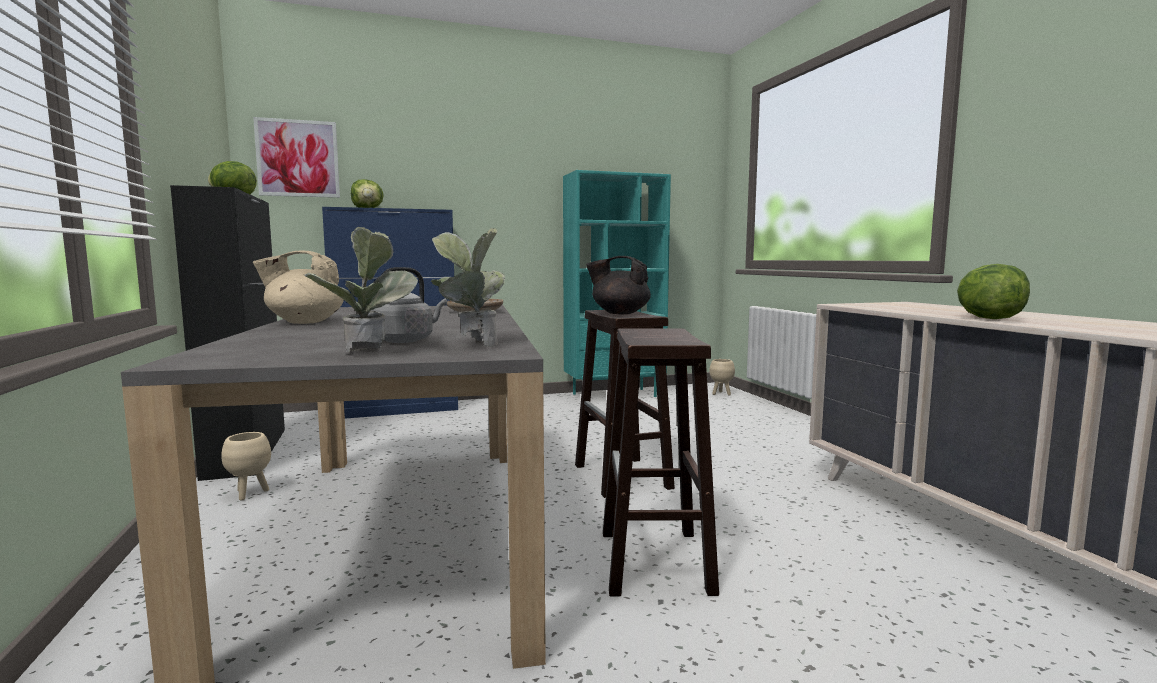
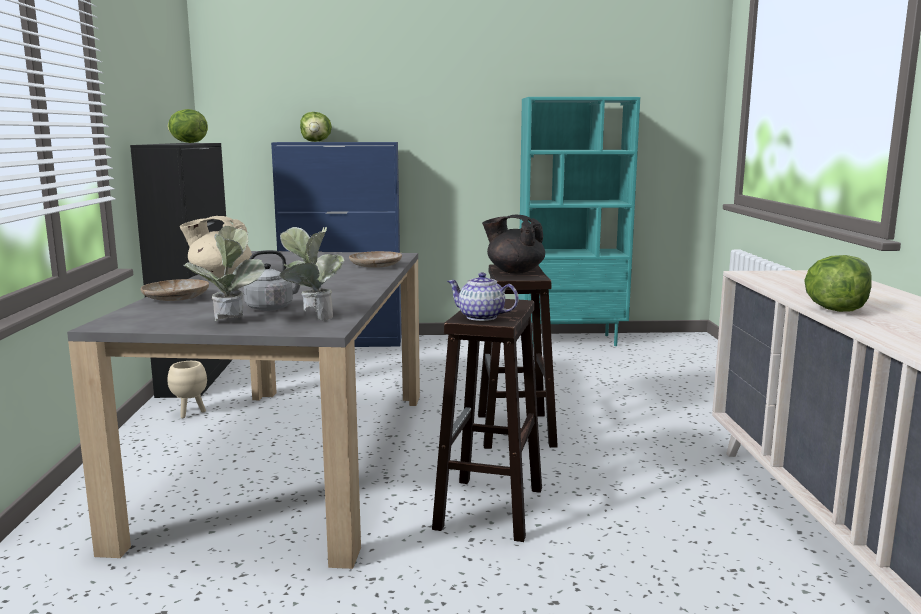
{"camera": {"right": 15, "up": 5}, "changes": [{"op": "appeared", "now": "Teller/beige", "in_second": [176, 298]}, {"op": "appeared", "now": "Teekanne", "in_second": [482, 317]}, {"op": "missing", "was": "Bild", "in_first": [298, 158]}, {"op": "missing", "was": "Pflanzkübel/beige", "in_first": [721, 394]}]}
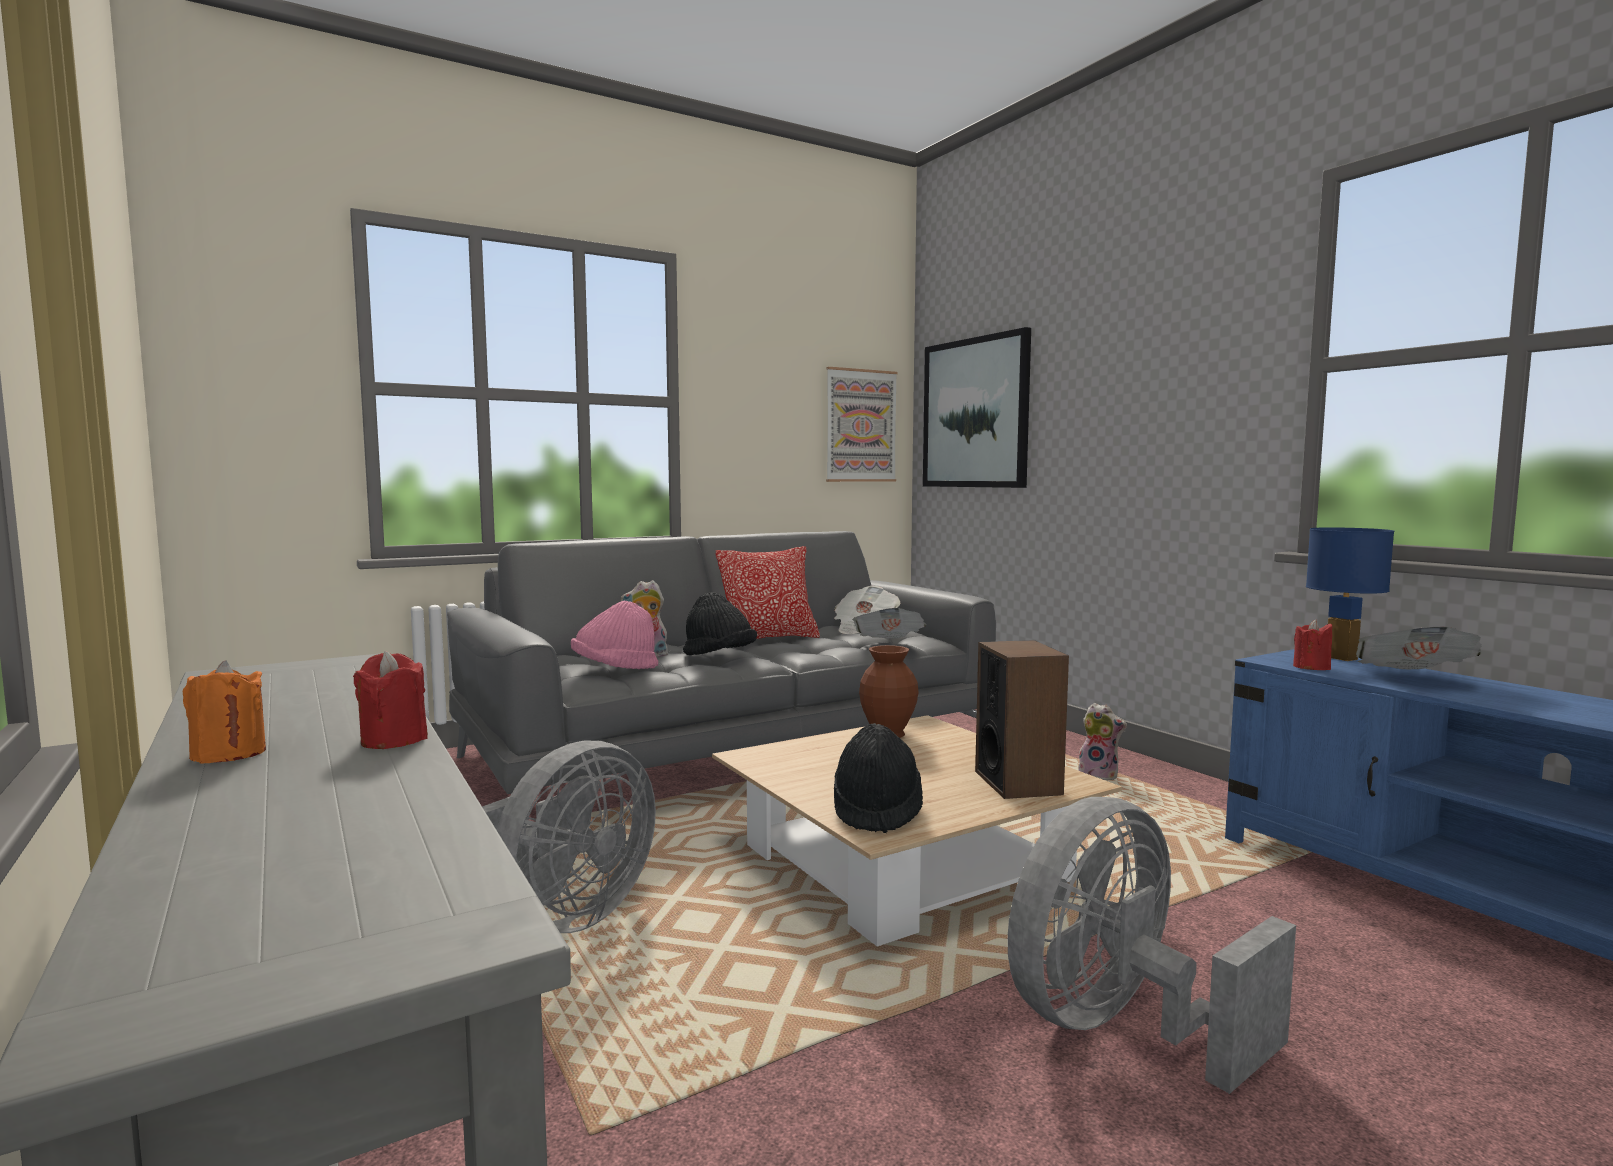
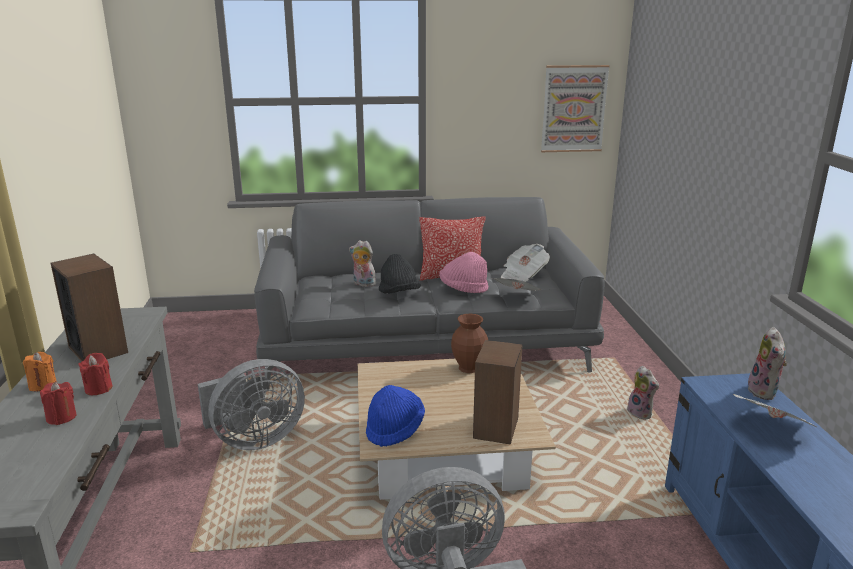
{"camera": {"right": 25, "up": 15}, "changes": [{"op": "relocated", "was": "Kerze/rot", "in_first": [1311, 667], "in_second": [61, 417]}, {"op": "appeared", "now": "Lautsprecher", "in_second": [98, 349]}, {"op": "colour", "was": "Hut/schwarz", "now": "Hut/blau", "in_first": [876, 811], "in_second": [394, 429]}, {"op": "relocated", "was": "Hut/rosa", "in_first": [615, 669], "in_second": [463, 289]}, {"op": "exchanged", "was": "Tischlampe/blau", "now": "Plüschtier", "in_first": [1340, 658], "in_second": [765, 392]}, {"op": "missing", "was": "Bild", "in_first": [975, 413]}]}
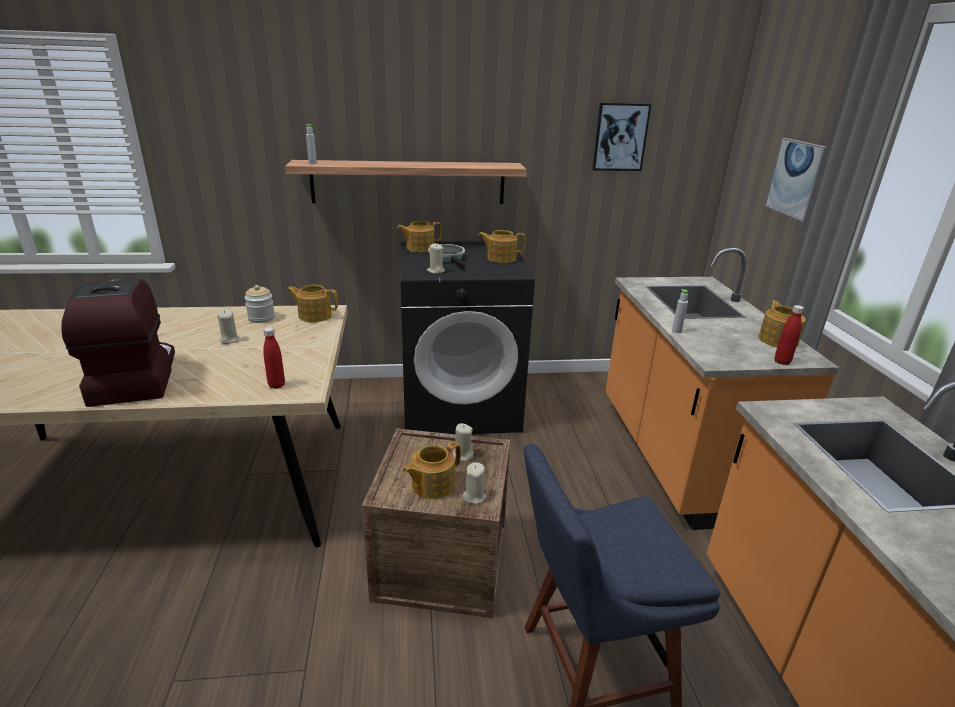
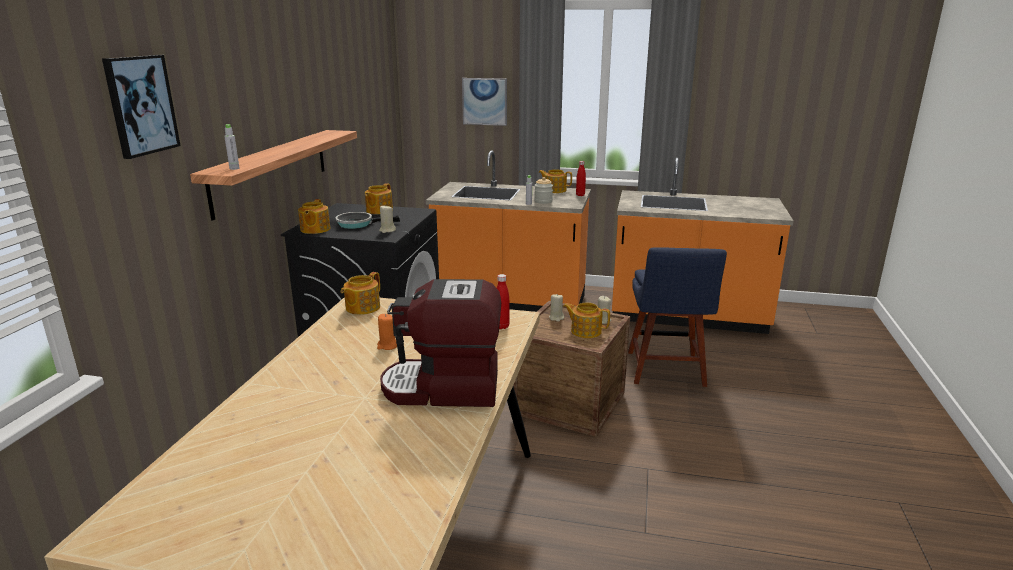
{"camera": {"right": -70, "up": -5}, "changes": [{"op": "relocated", "was": "Bild", "in_first": [620, 137], "in_second": [140, 105]}, {"op": "colour", "was": "Kerze/beige", "now": "Kerze/orange", "in_first": [229, 340], "in_second": [387, 346]}, {"op": "relocated", "was": "Vorratsglas", "in_first": [261, 318], "in_second": [543, 201]}, {"op": "spun", "was": "Teekanne", "in_first": [432, 485], "in_second": [585, 331], "clockwise": 135}]}
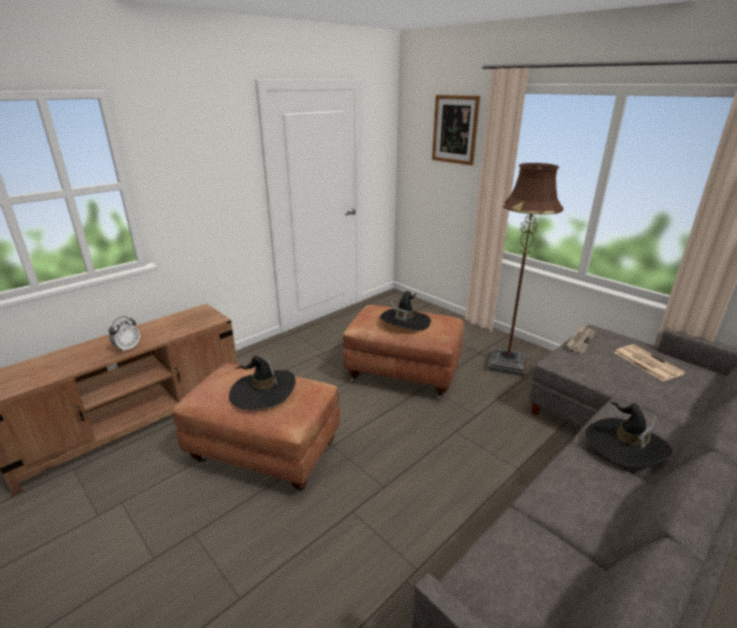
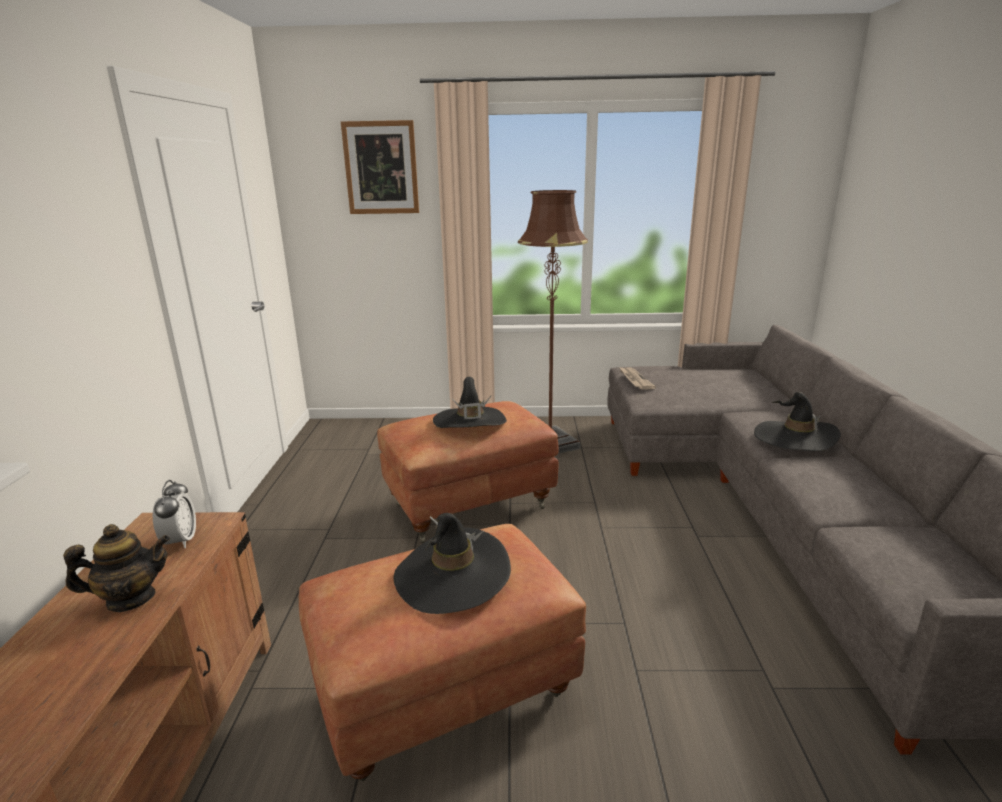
{"camera": {"right": -45, "up": -5}, "changes": [{"op": "appeared", "now": "Teekanne", "in_second": [131, 599]}, {"op": "relocated", "was": "Wecker", "in_first": [128, 348], "in_second": [180, 541]}, {"op": "missing", "was": "Zeitung", "in_first": [646, 362]}]}
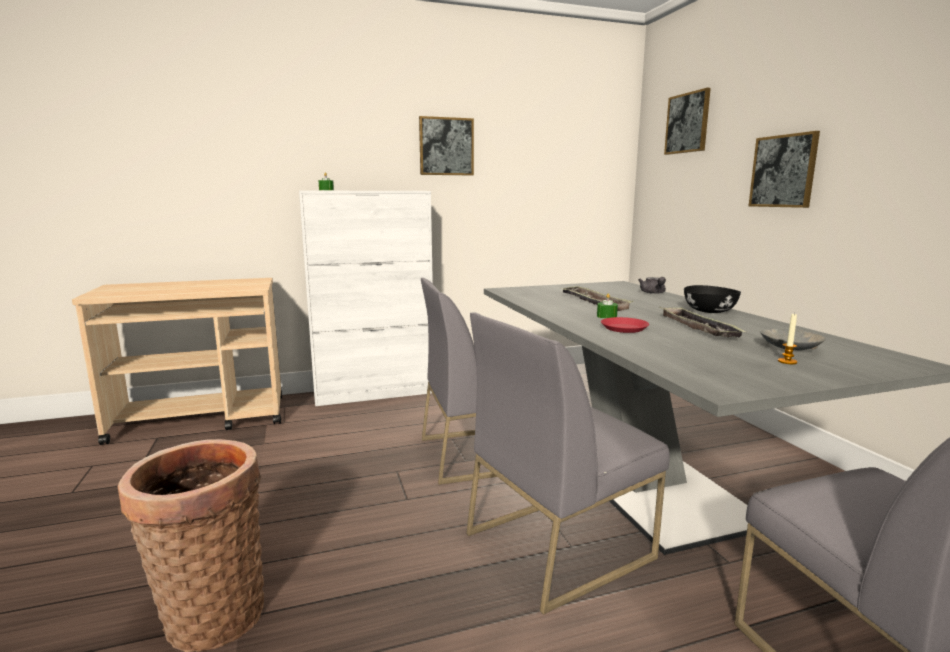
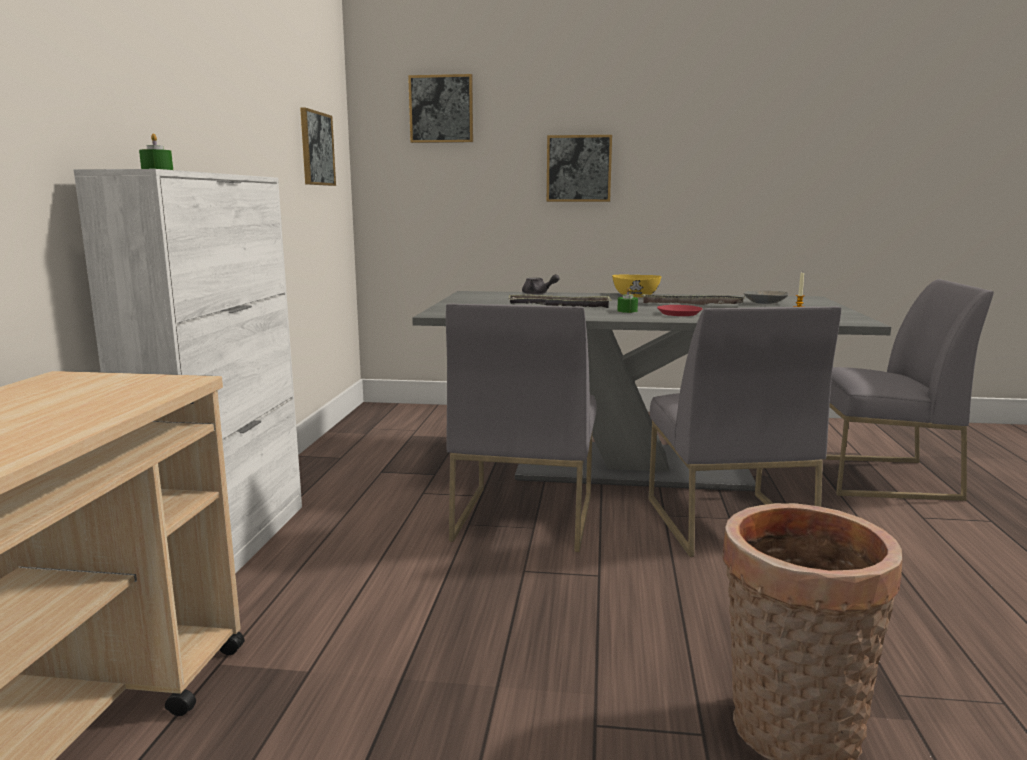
{"camera": {"right": -65, "up": 0}, "changes": [{"op": "relocated", "was": "Bild", "in_first": [446, 146], "in_second": [316, 148]}, {"op": "colour", "was": "Schüssel/schwarz", "now": "Schüssel/gelb", "in_first": [708, 311], "in_second": [635, 296]}]}
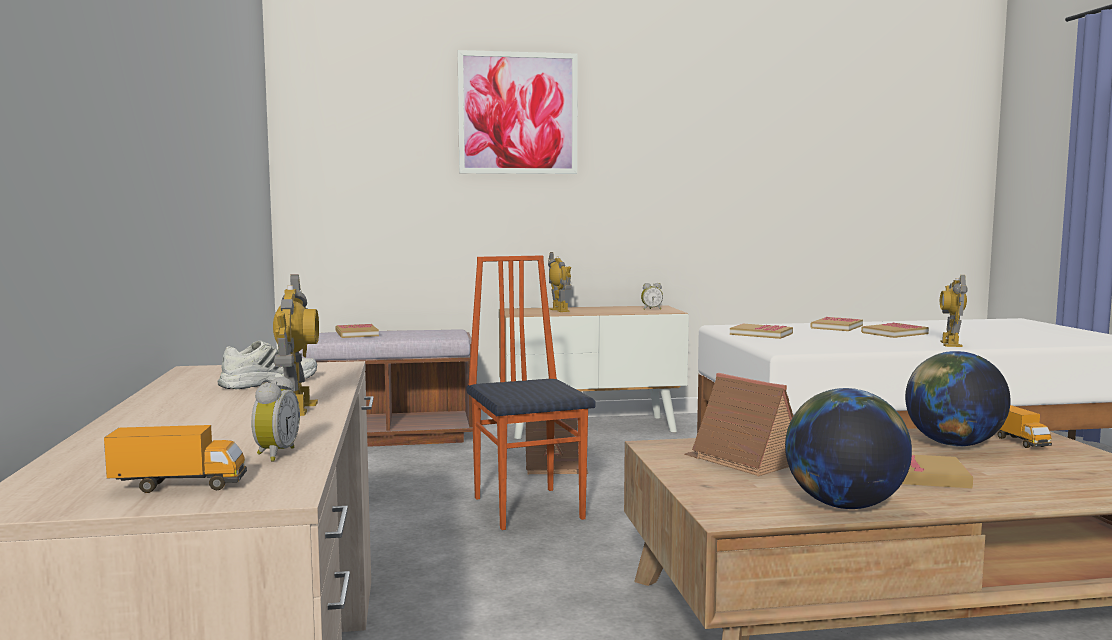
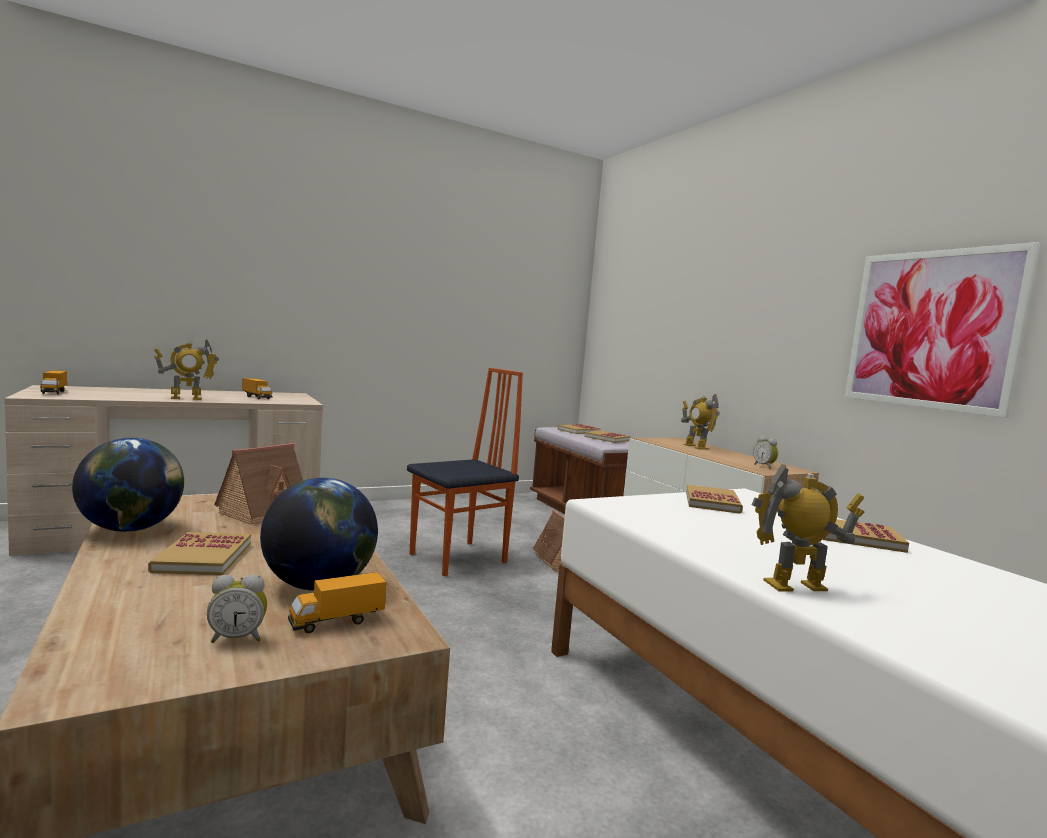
{"camera": {"right": 70, "up": 0}, "changes": [{"op": "relocated", "was": "Wecker", "in_first": [274, 454], "in_second": [237, 638]}, {"op": "exchanged", "was": "Schuh/weiß", "now": "Spielzeuglaster", "in_first": [268, 382], "in_second": [257, 397]}, {"op": "relocated", "was": "Buch", "in_first": [894, 333], "in_second": [607, 438]}, {"op": "spun", "was": "Spielzeugroboter", "in_first": [559, 310], "in_second": [695, 447], "clockwise": 105}, {"op": "relocated", "was": "Bild", "in_first": [518, 113], "in_second": [931, 329]}]}
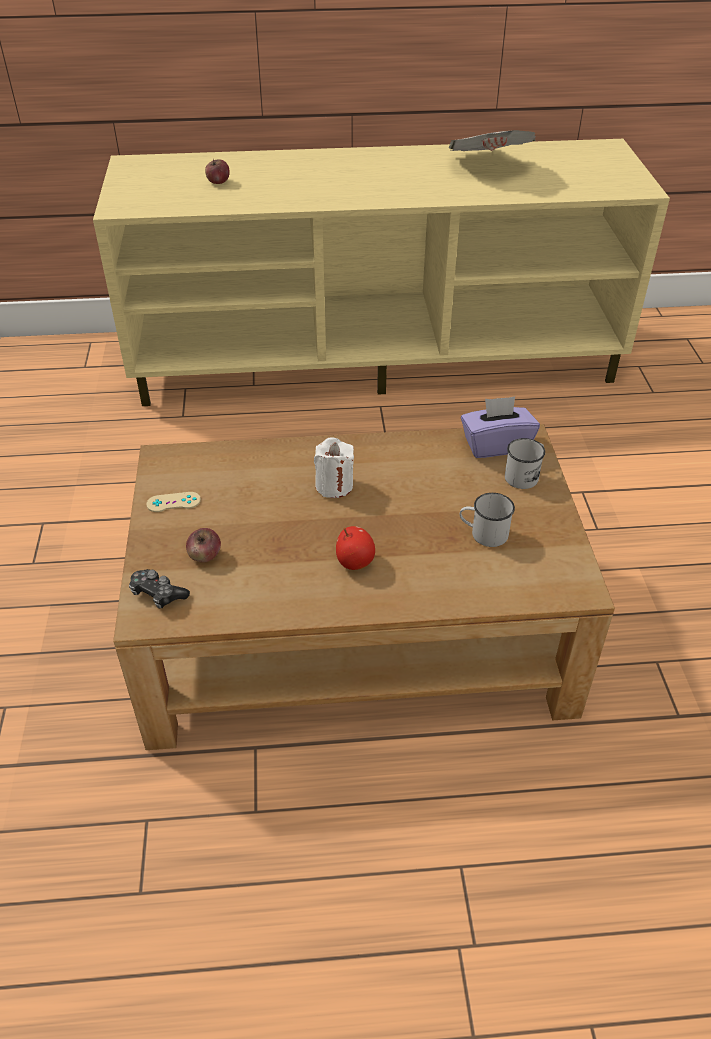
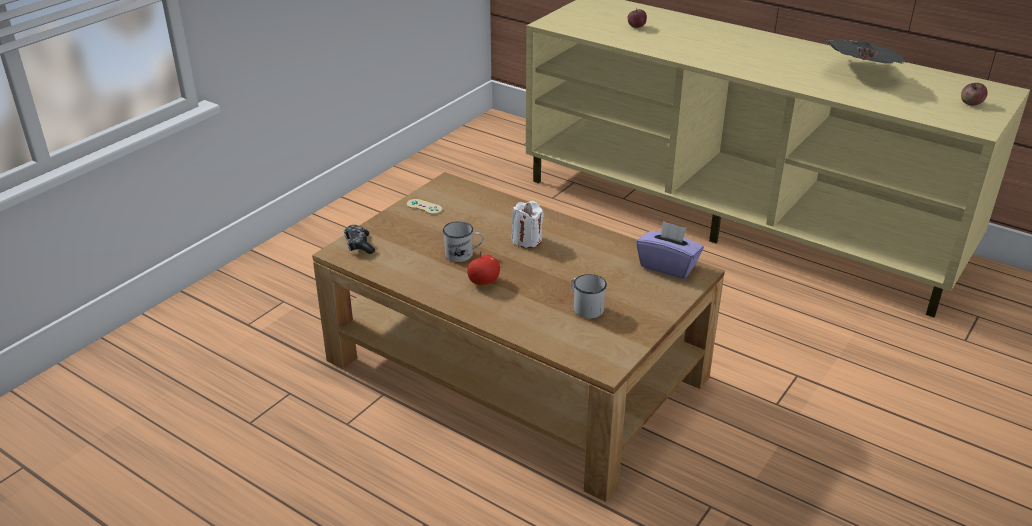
{"camera": {"right": 40, "up": -10}, "changes": [{"op": "relocated", "was": "Henkelbecher/weiß", "in_first": [525, 475], "in_second": [463, 254]}, {"op": "relocated", "was": "Apfel", "in_first": [205, 556], "in_second": [971, 103]}]}
